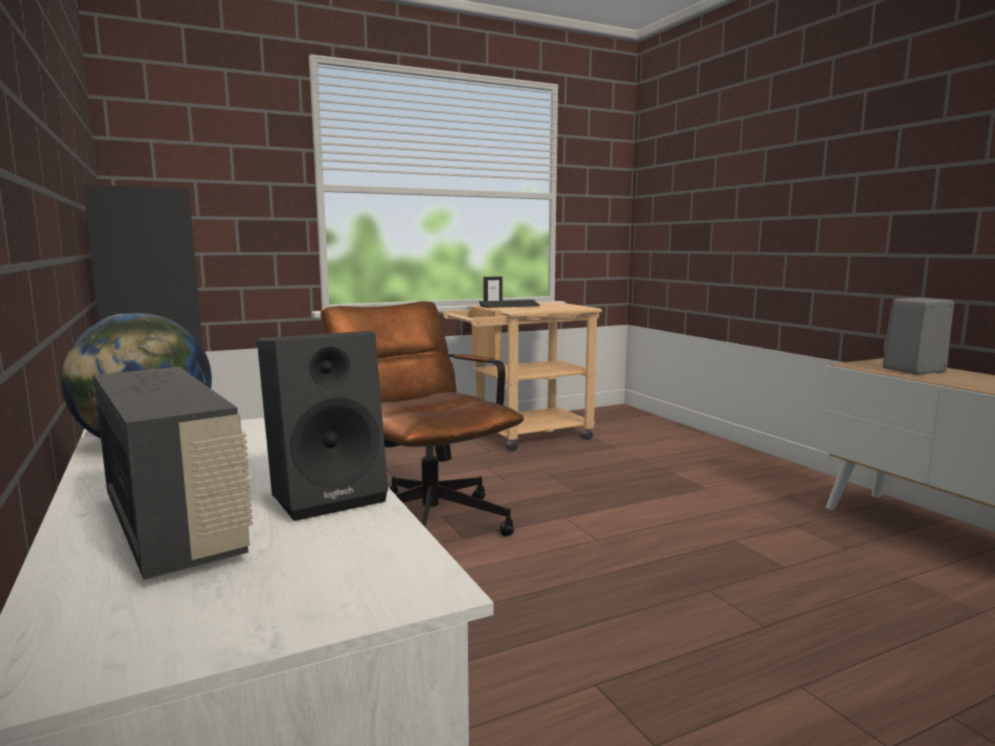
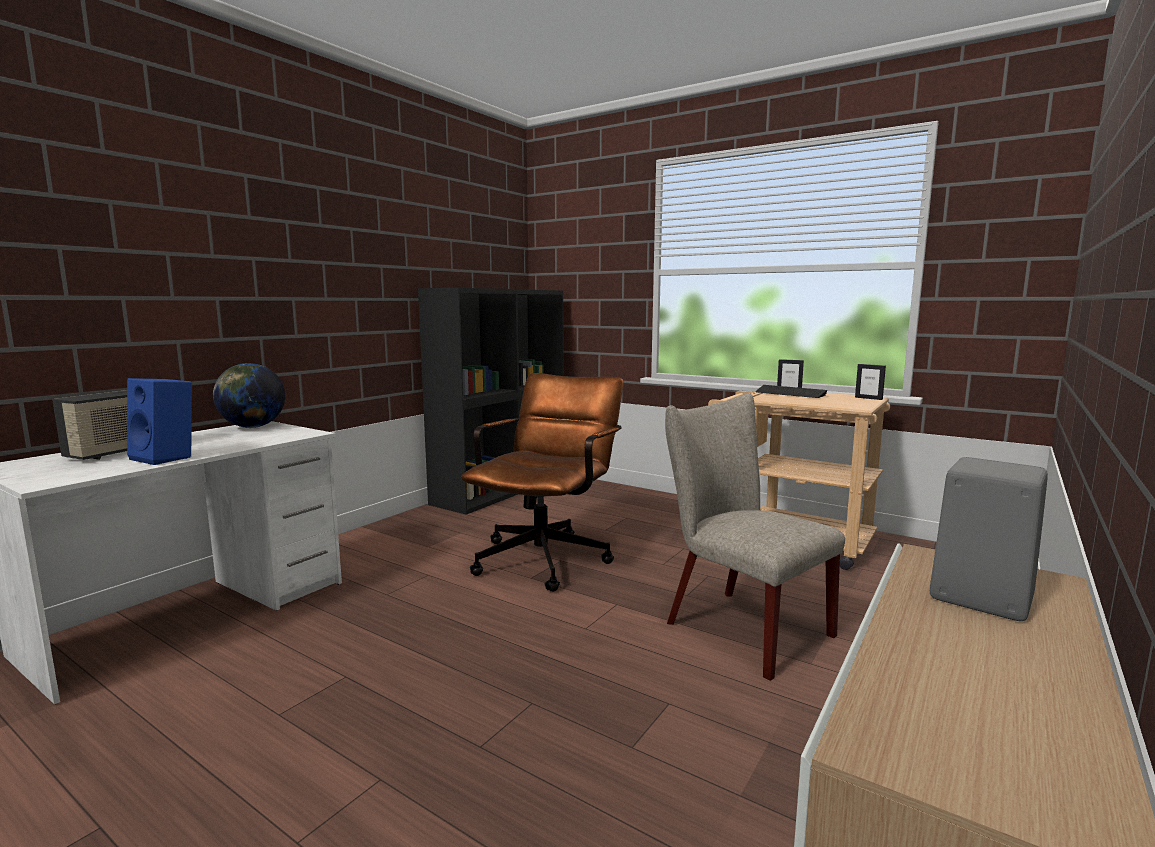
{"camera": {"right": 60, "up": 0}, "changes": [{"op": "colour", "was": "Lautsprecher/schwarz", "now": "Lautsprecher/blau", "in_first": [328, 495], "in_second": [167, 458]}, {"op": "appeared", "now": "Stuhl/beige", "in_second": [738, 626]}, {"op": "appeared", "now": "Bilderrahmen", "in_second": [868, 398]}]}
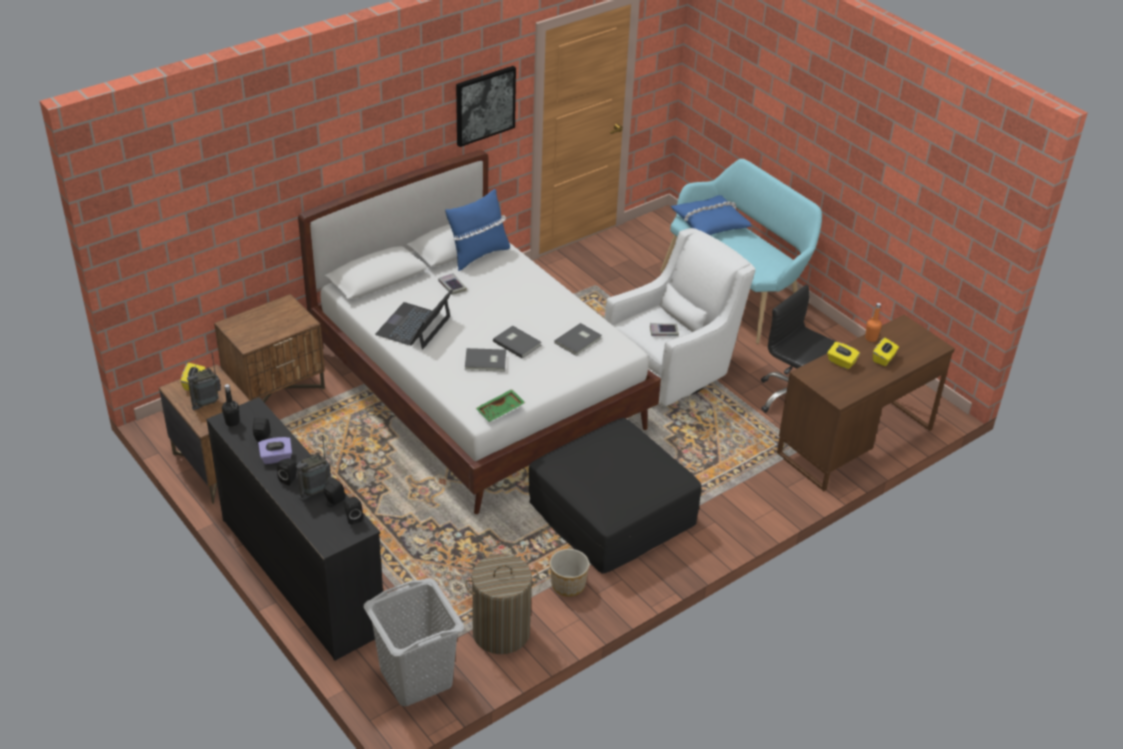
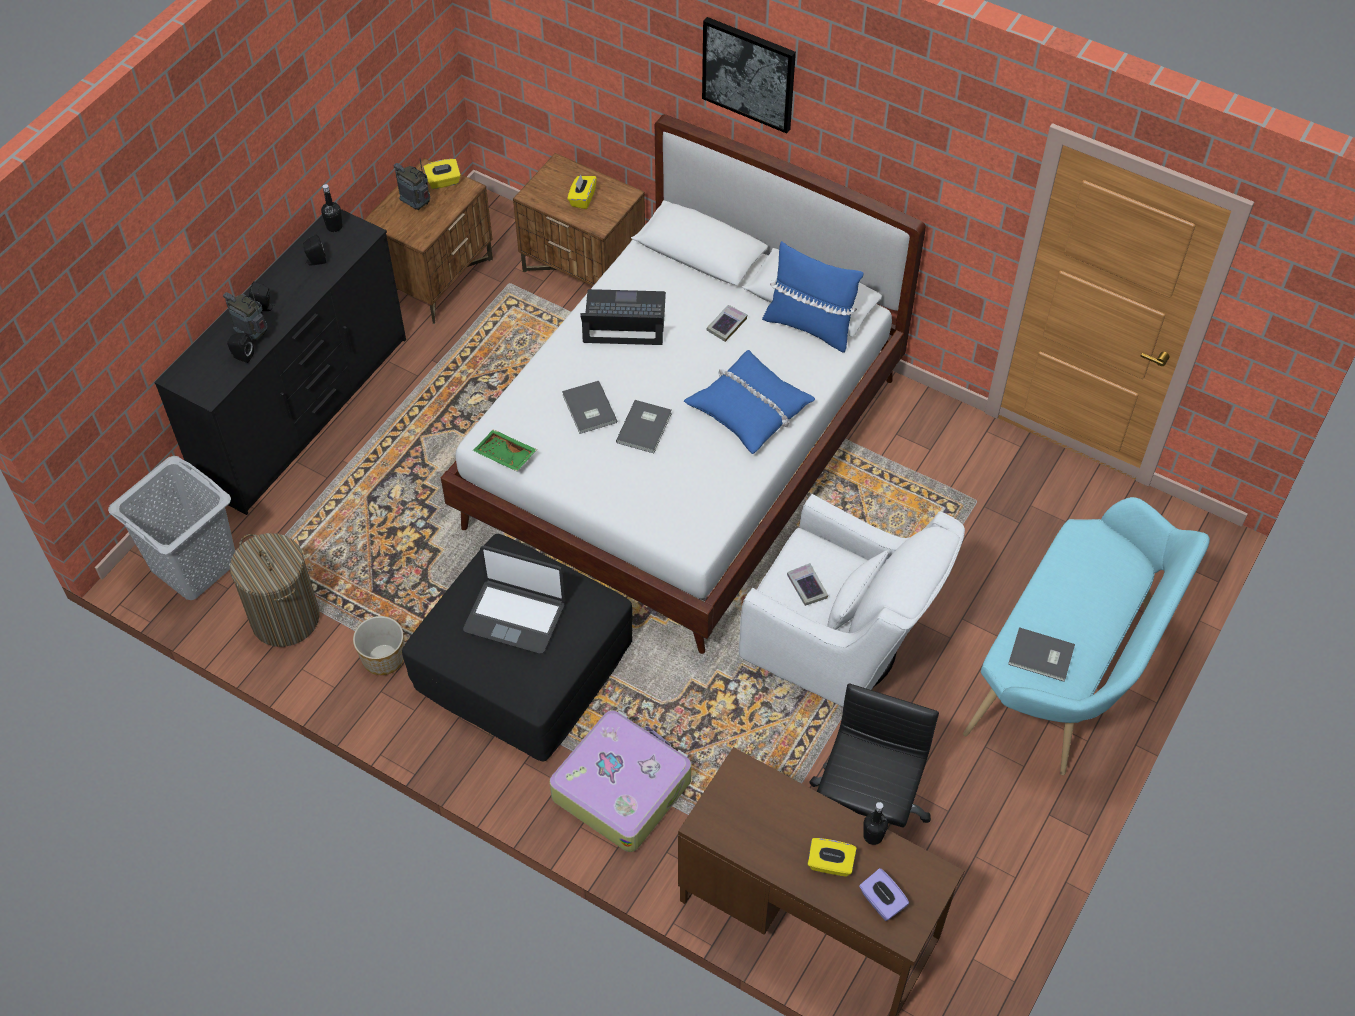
{"camera": {"right": 70, "up": 15}, "changes": [{"op": "appeared", "now": "Laptop", "in_second": [515, 616]}, {"op": "appeared", "now": "Koffer", "in_second": [621, 787]}, {"op": "relocated", "was": "Taschentuchbox/gelb", "in_first": [841, 362], "in_second": [582, 199]}, {"op": "relocated", "was": "Kissen/blau", "in_first": [709, 223], "in_second": [750, 408]}, {"op": "relocated", "was": "Bild", "in_first": [484, 105], "in_second": [749, 73]}, {"op": "relocated", "was": "Taschentuchbox/lila", "in_first": [276, 458], "in_second": [881, 902]}, {"op": "colour", "was": "Flasche/orange", "now": "Flasche/schwarz", "in_first": [871, 338], "in_second": [873, 836]}, {"op": "relocated", "was": "Buch/grau", "in_first": [579, 341], "in_second": [1041, 657]}, {"op": "missing", "was": "Lautsprecher/schwarz", "in_first": [353, 517]}]}
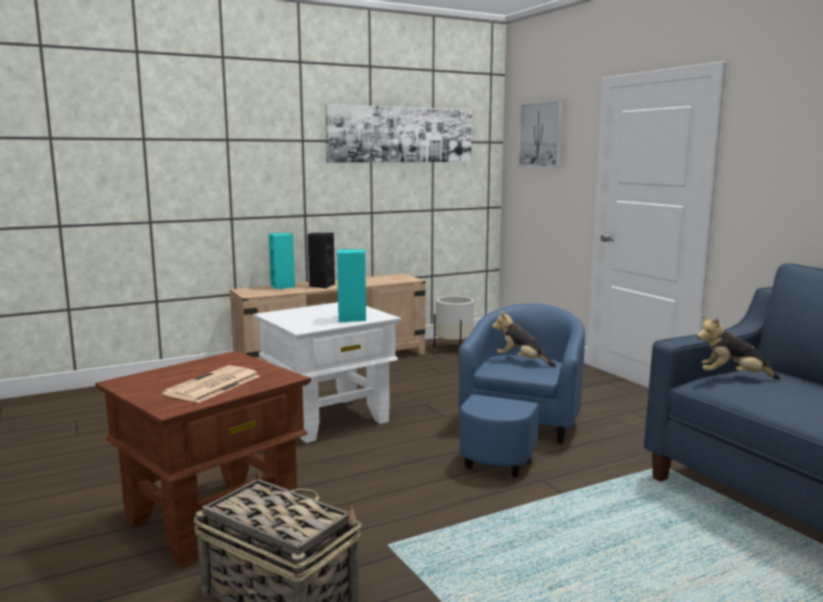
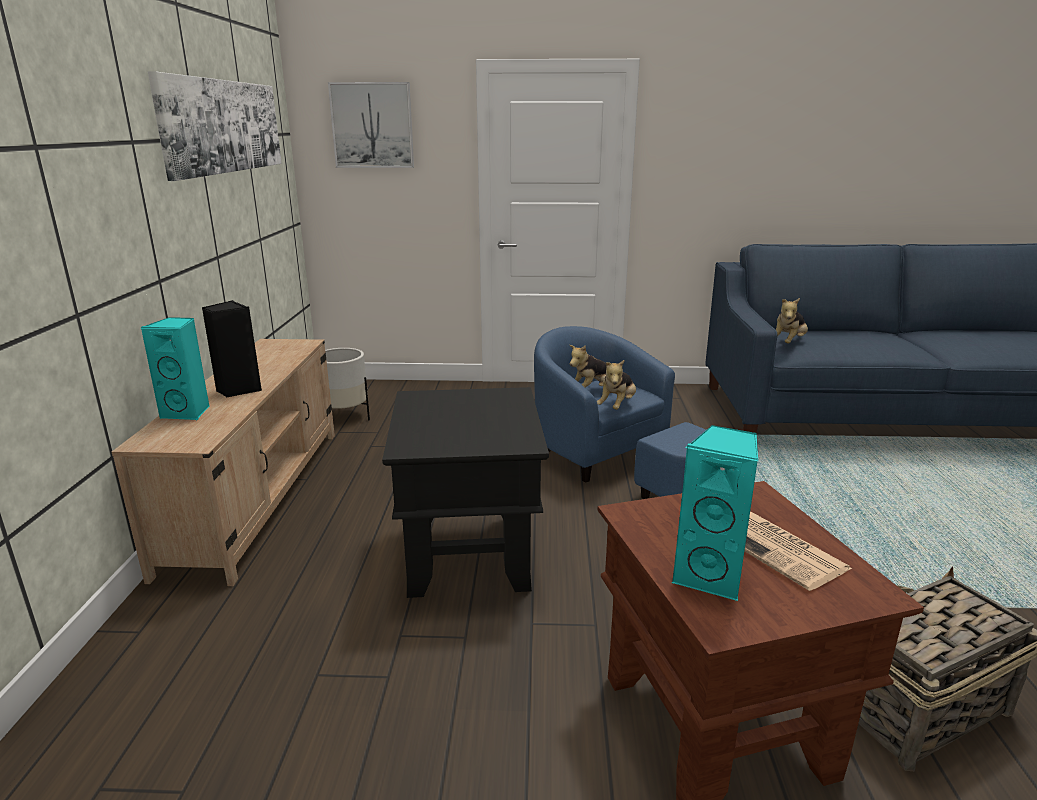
{"camera": {"right": -60, "up": 10}, "changes": [{"op": "colour", "was": "Beistelltisch/weiß", "now": "Beistelltisch/schwarz", "in_first": [329, 418], "in_second": [469, 554]}, {"op": "appeared", "now": "Plüschtier", "in_second": [617, 406]}, {"op": "relocated", "was": "Lautsprecher/türkis", "in_first": [352, 318], "in_second": [711, 577]}]}
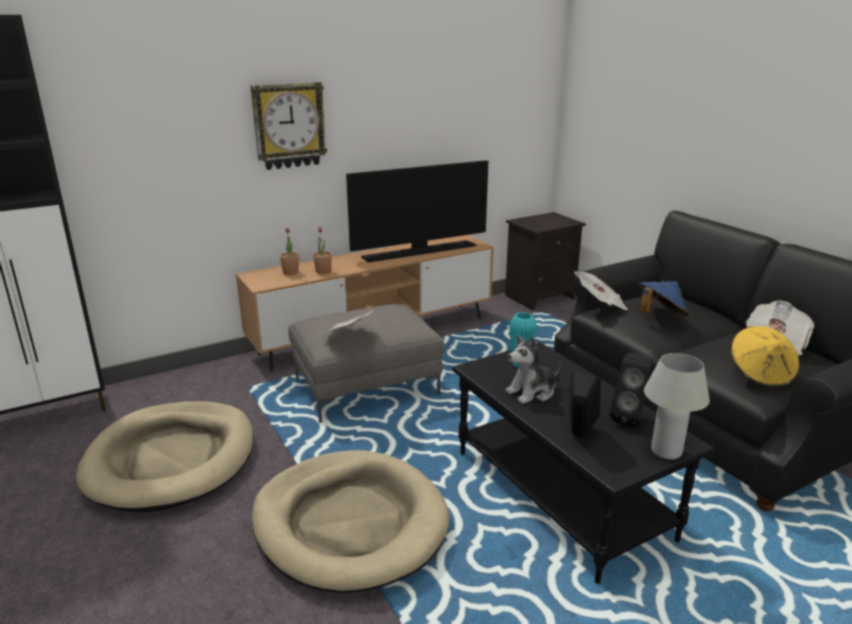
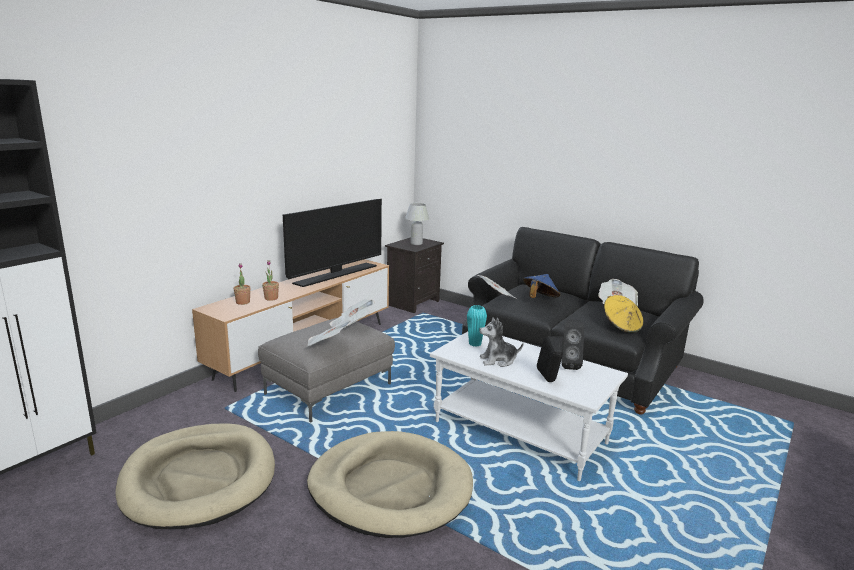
{"camera": {"right": -25, "up": -5}, "changes": [{"op": "appeared", "now": "Zeitung", "in_second": [351, 325]}, {"op": "relocated", "was": "Tischlampe/weiß", "in_first": [666, 451], "in_second": [416, 243]}, {"op": "colour", "was": "Couchtisch/schwarz", "now": "Couchtisch/weiß", "in_first": [562, 494], "in_second": [521, 432]}, {"op": "spun", "was": "Plüschtier", "in_first": [532, 392], "in_second": [498, 360], "clockwise": 45}, {"op": "missing", "was": "Wanduhr", "in_first": [289, 125]}]}
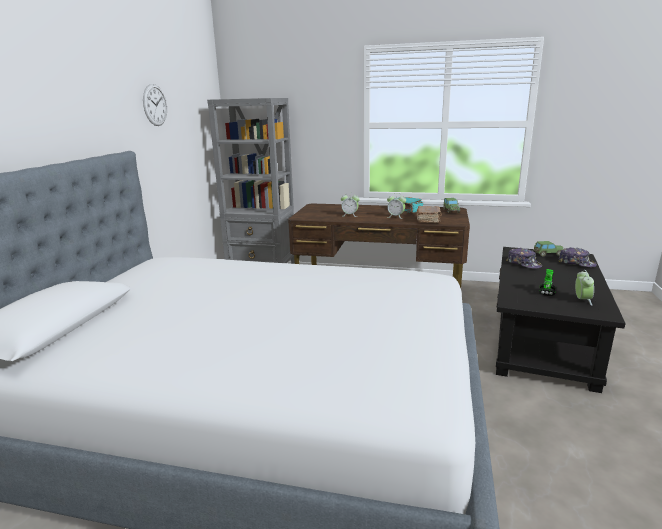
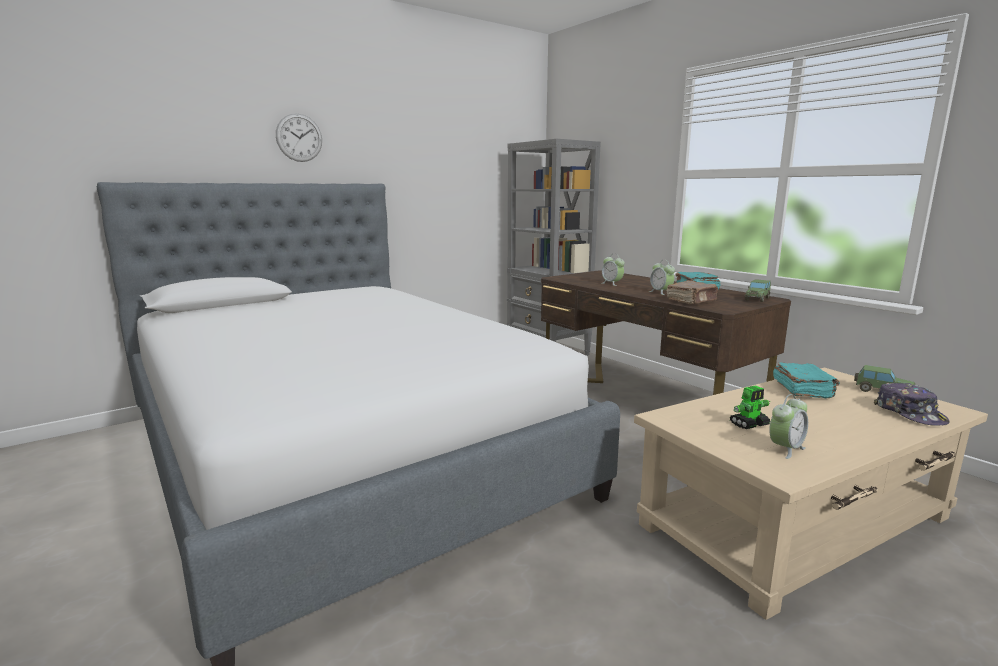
{"camera": {"right": 40, "up": -5}, "changes": [{"op": "relocated", "was": "Wanduhr", "in_first": [155, 105], "in_second": [299, 138]}, {"op": "colour", "was": "Couchtisch/schwarz", "now": "Couchtisch/beige", "in_first": [542, 338], "in_second": [796, 521]}, {"op": "exchanged", "was": "Kappe", "now": "Buch/türkis", "in_first": [523, 264], "in_second": [802, 390]}]}
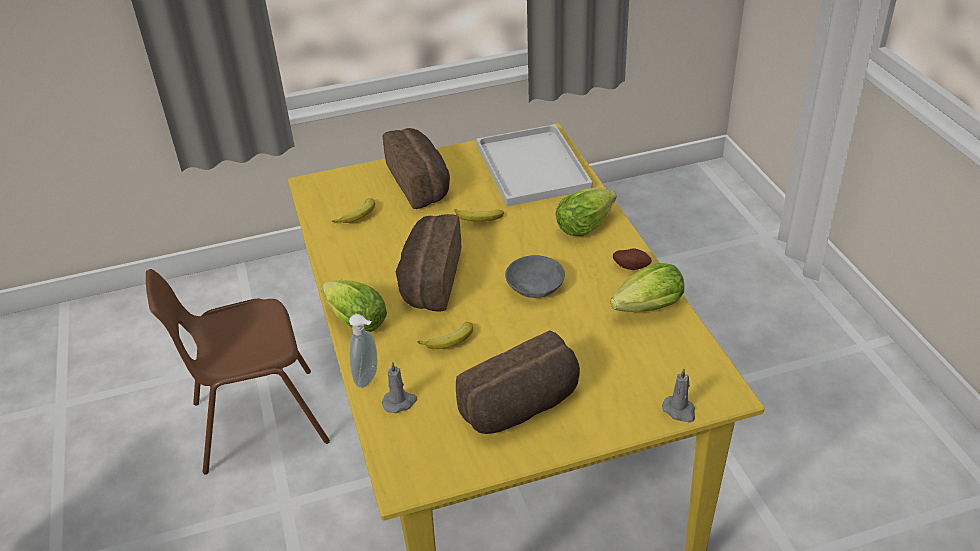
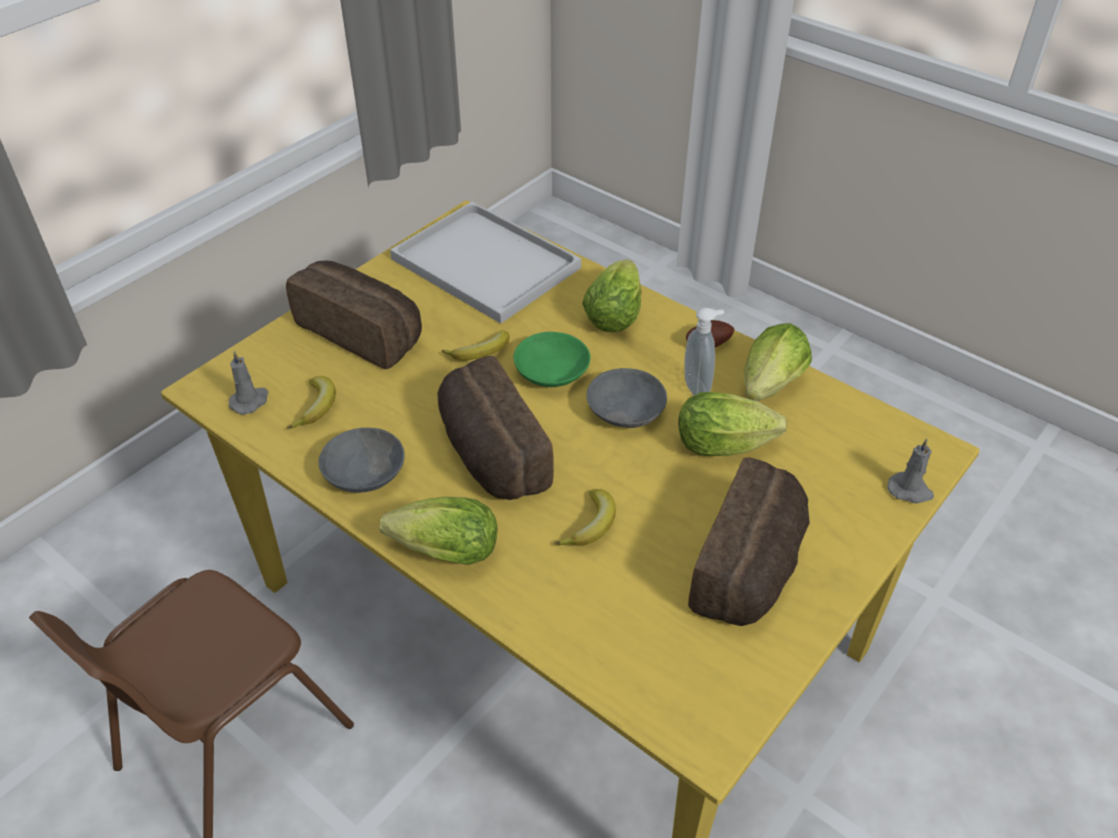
{"camera": {"right": -35, "up": 5}, "changes": [{"op": "relocated", "was": "Kerze/grau", "in_first": [400, 402], "in_second": [250, 401]}, {"op": "appeared", "now": "Schüssel/grau", "in_second": [366, 473]}, {"op": "appeared", "now": "Schüssel/grün", "in_second": [551, 373]}, {"op": "appeared", "now": "Salatkopf", "in_second": [729, 446]}, {"op": "relocated", "was": "Seifenspender", "in_first": [369, 378], "in_second": [698, 387]}]}
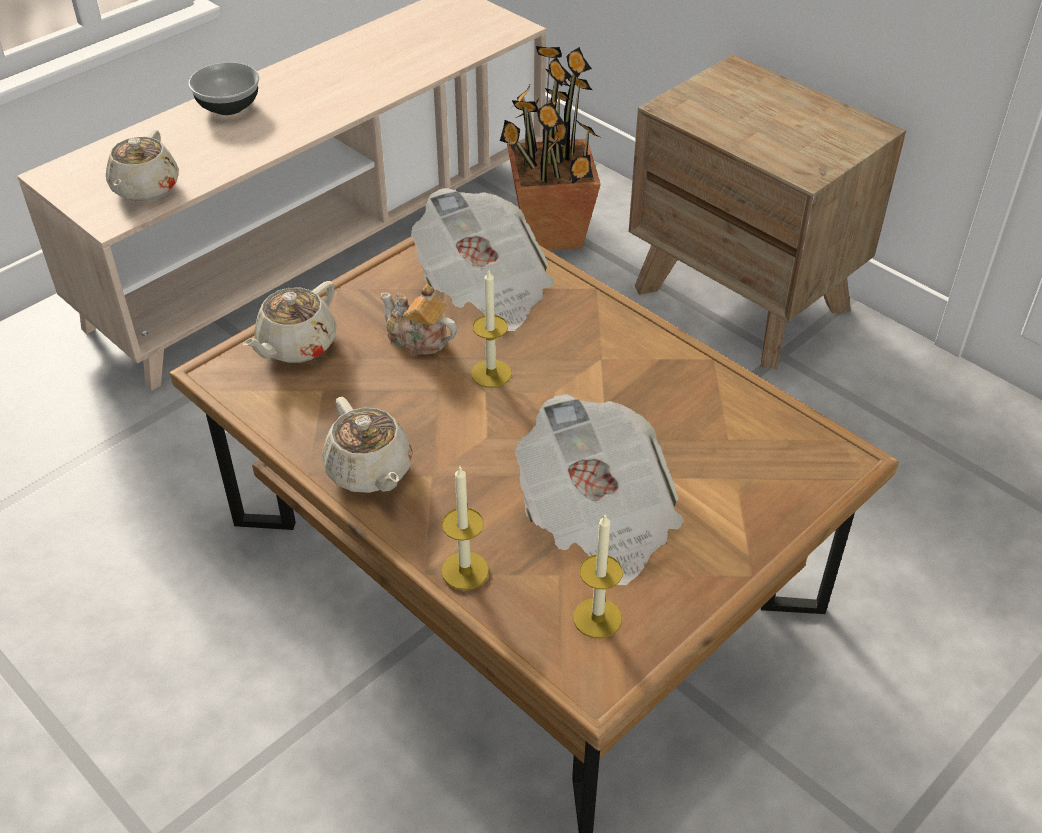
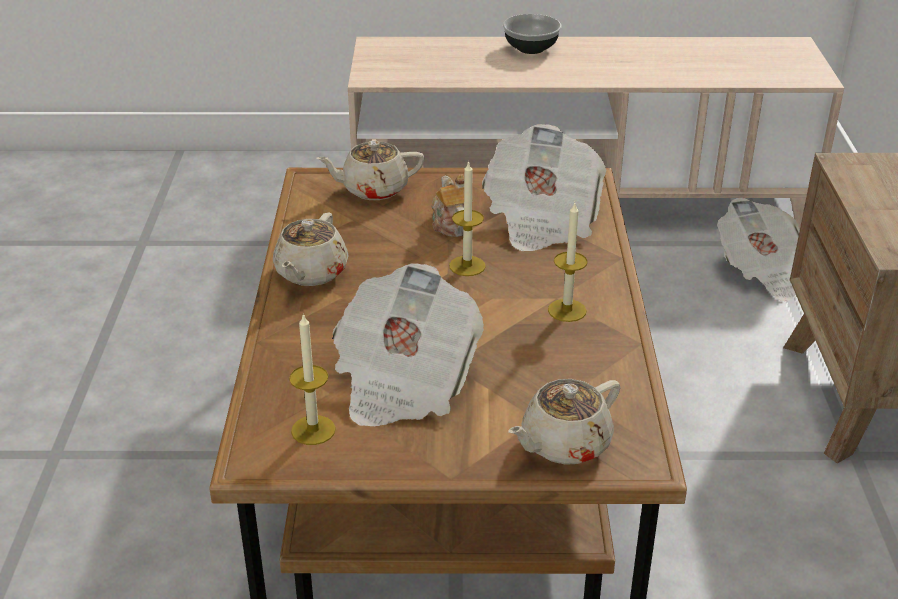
{"camera": {"right": 45, "up": -10}, "changes": [{"op": "relocated", "was": "Teekanne/beige", "in_first": [145, 189], "in_second": [564, 444]}, {"op": "relocated", "was": "Kerze", "in_first": [465, 571], "in_second": [567, 310]}, {"op": "exchanged", "was": "Topfpflanze", "now": "Zeitung", "in_first": [550, 234], "in_second": [763, 272]}]}
